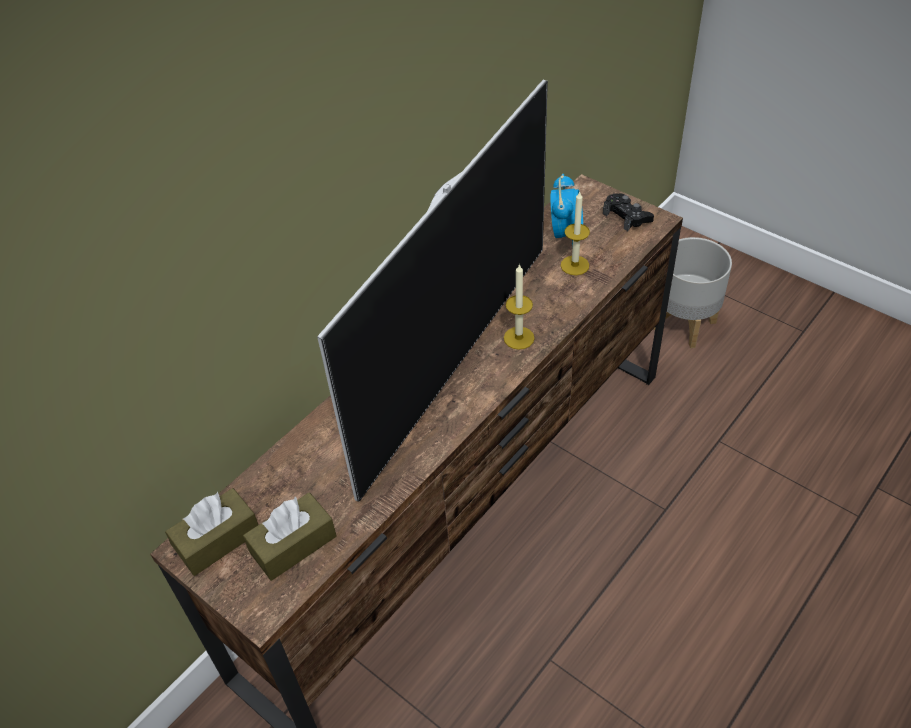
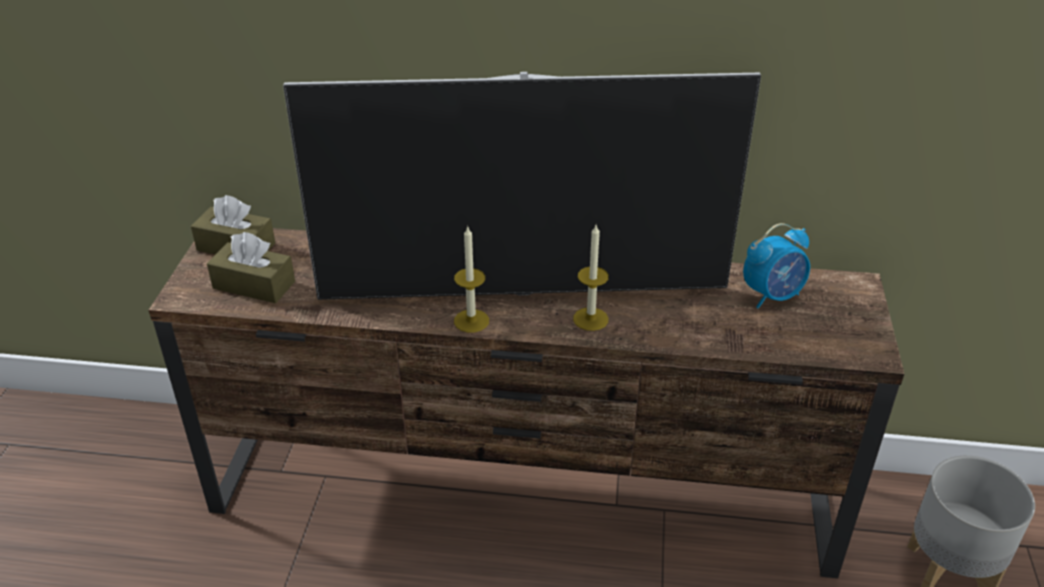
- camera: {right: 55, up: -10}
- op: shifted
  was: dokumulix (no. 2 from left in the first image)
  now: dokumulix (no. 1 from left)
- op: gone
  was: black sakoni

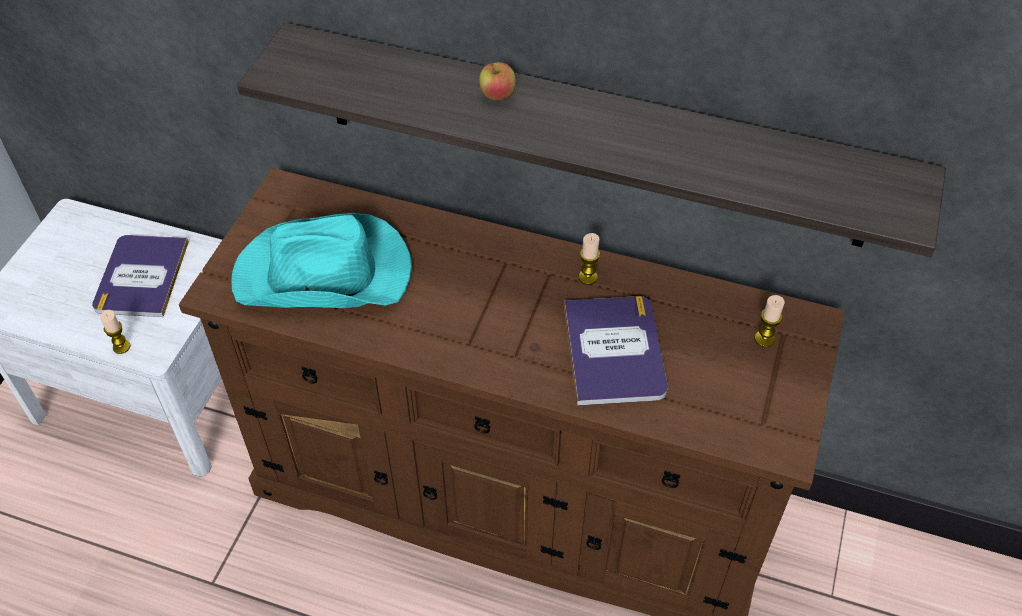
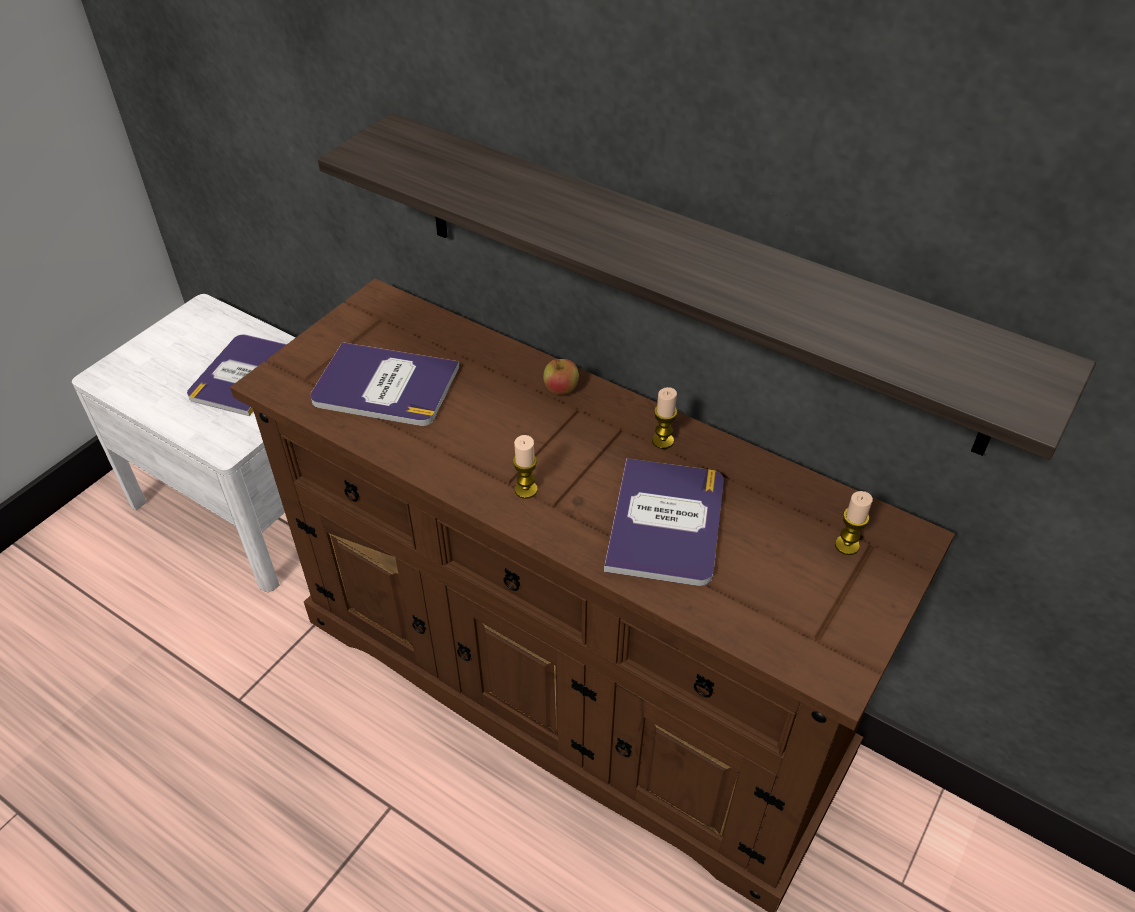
- camera: {right: 15, up: -5}
- op: shifted
  was: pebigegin
- op: swapped
  was: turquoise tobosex
  now: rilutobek (no. 2 from left)
- op: shifted
  was: dokumulix (no. 1 from left)

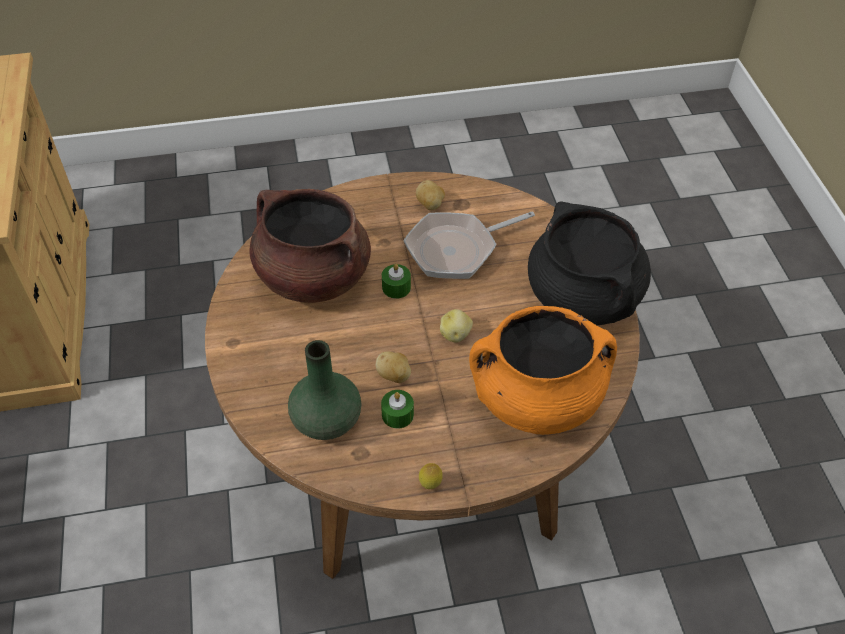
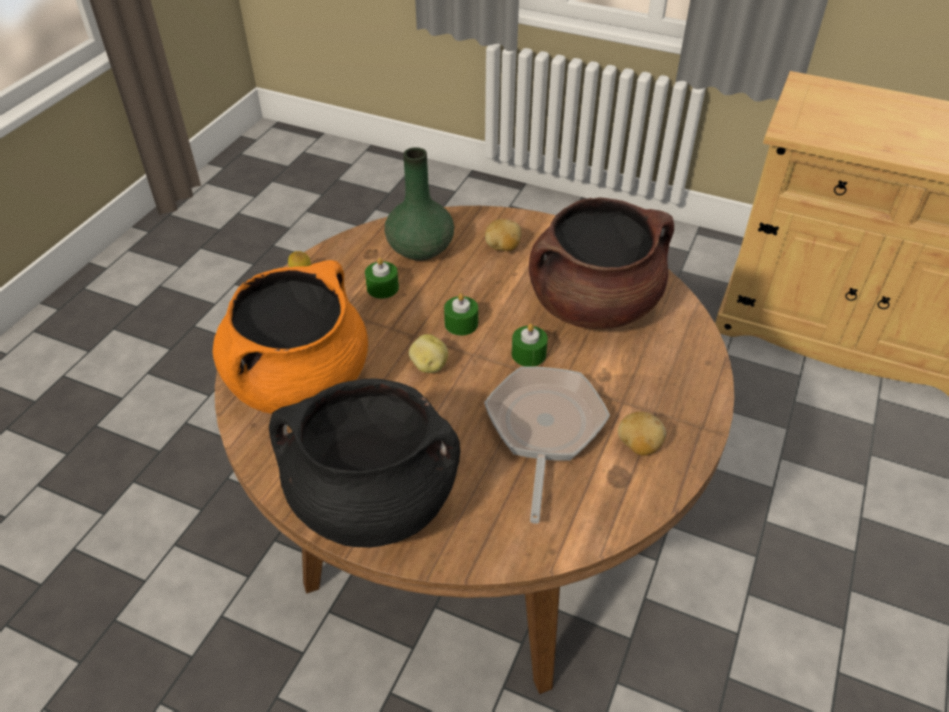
- camera: {right: 125, up: -5}
- op: shifted
  was: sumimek (no. 1 from left in the first image)
  now: sumimek (no. 2 from left)
- op: new
  now: green dokumulix (no. 2 from left)

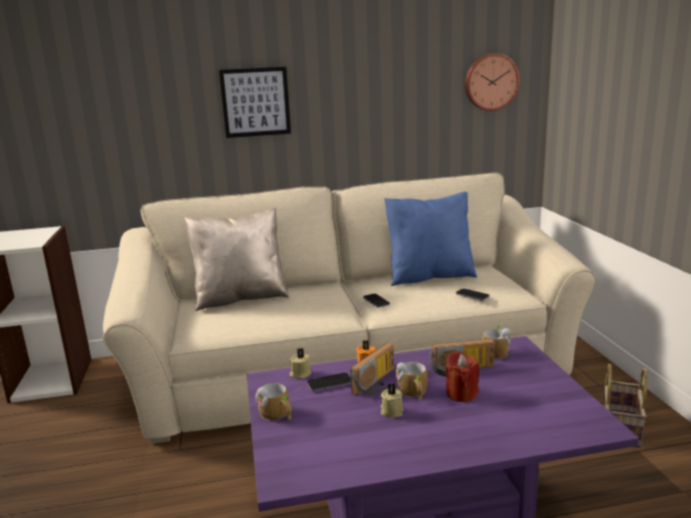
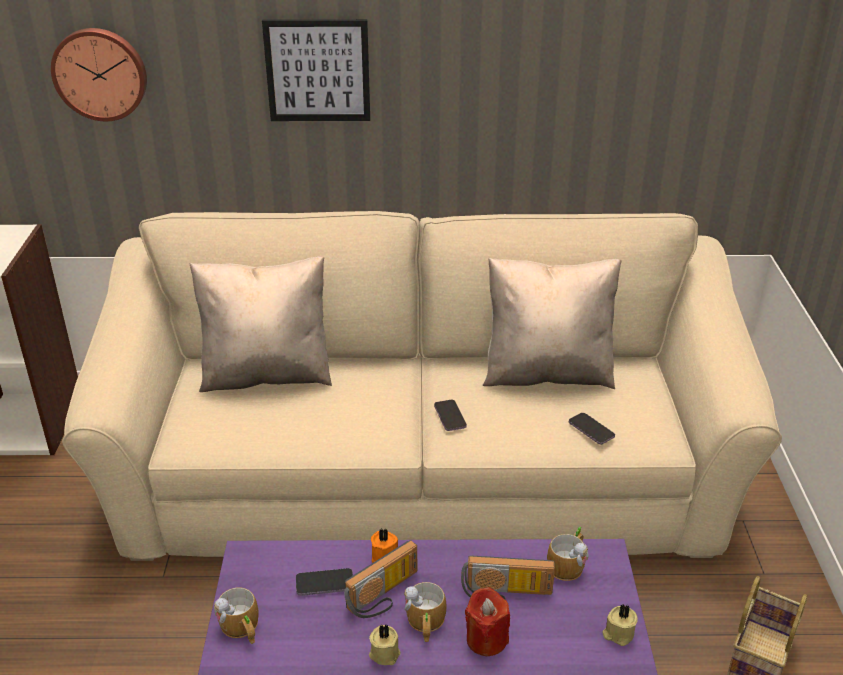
- camera: {right: 10, up: 15}
- op: shifted
  was: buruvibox
- op: repainted
  was: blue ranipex
  now: beige ranipex (no. 2 from left)
- op: shifted
  was: beige dokumulix (no. 1 from left in the first image)
  now: beige dokumulix (no. 2 from left)

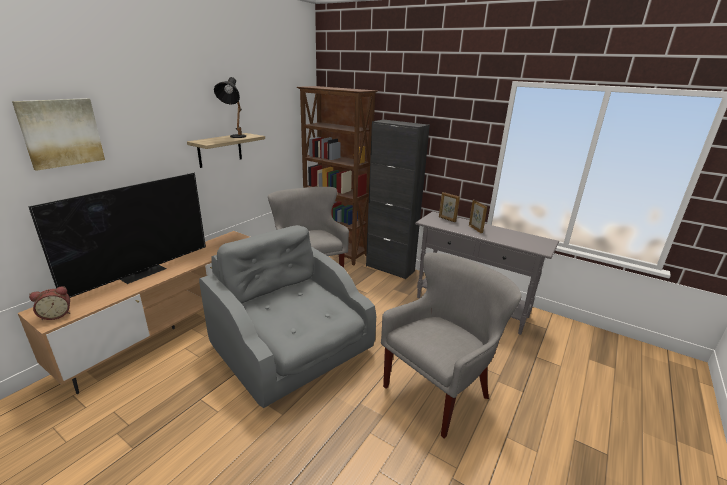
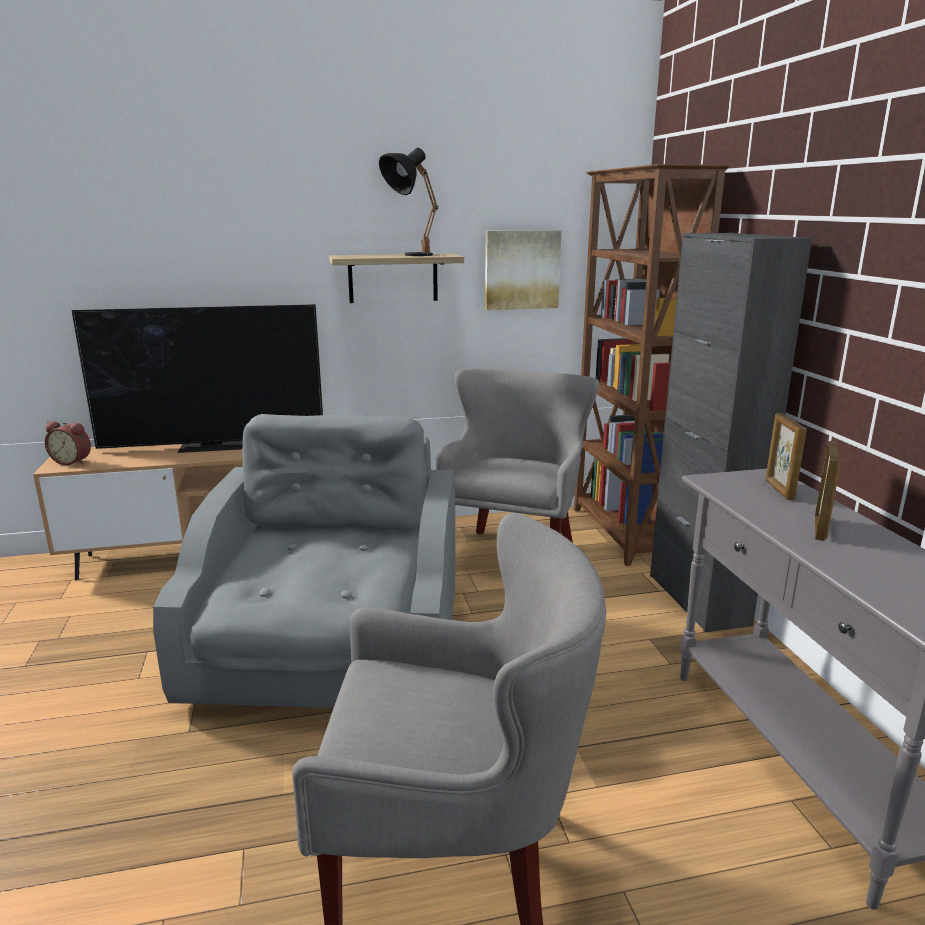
- camera: {right: 45, up: -5}
- op: shifted
  was: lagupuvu

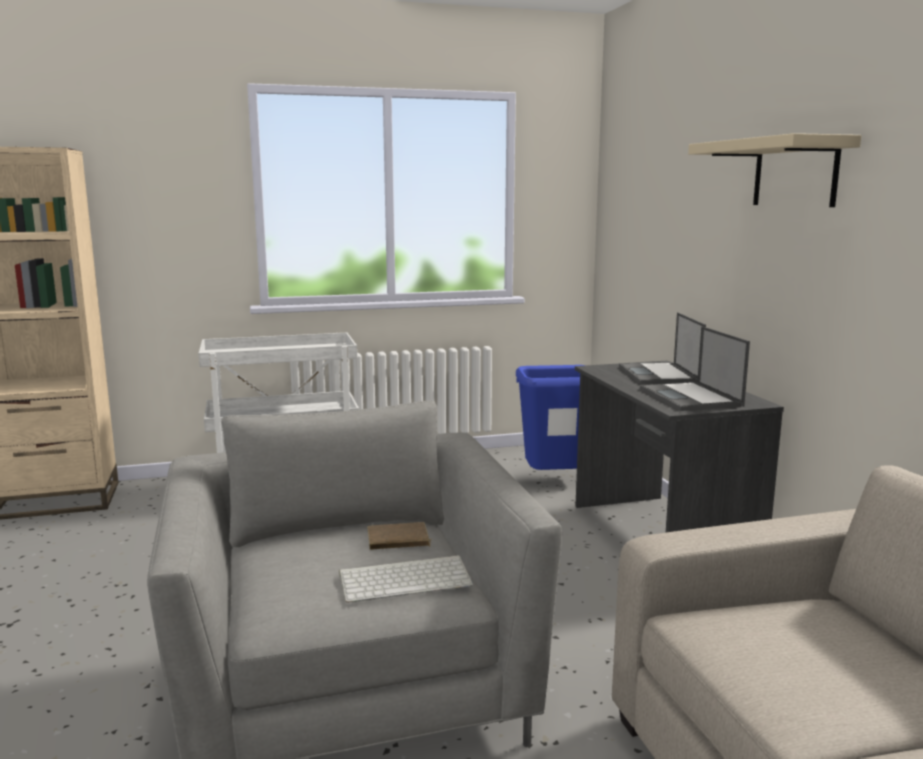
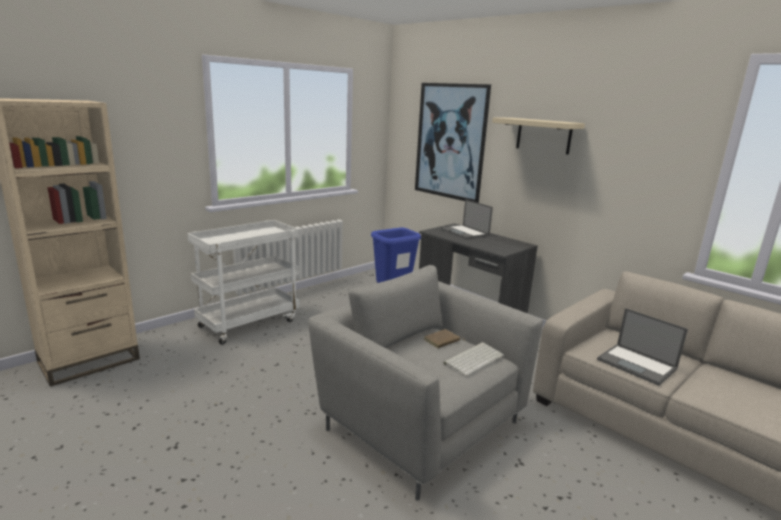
- camera: {right: -30, up: 5}
- op: shifted
  was: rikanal (no. 2 from left)
- op: new
  now: lagupuvu

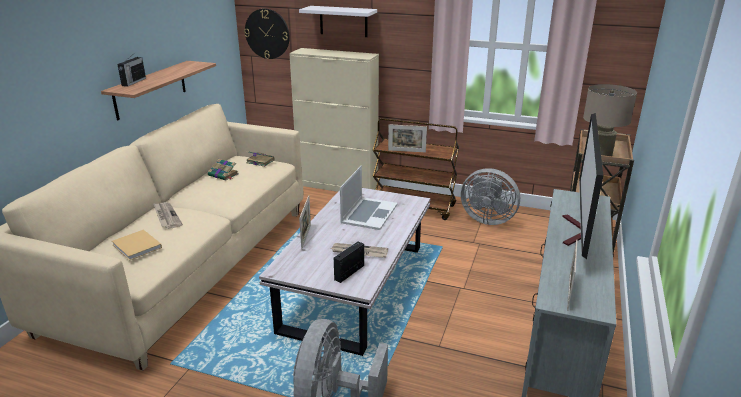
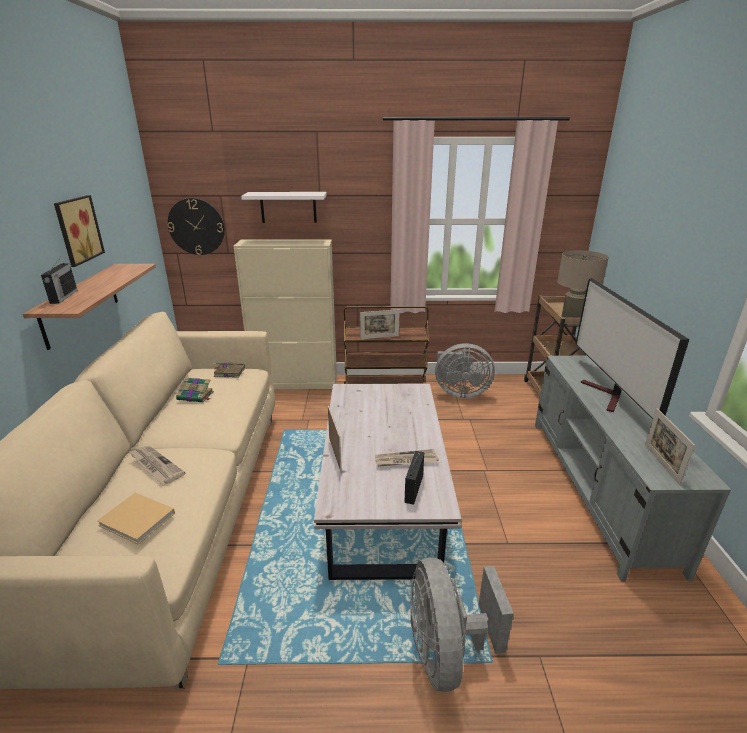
- camera: {right: -20, up: 0}
- op: gone
  was: rikanal
- op: new
  now: lagupuvu

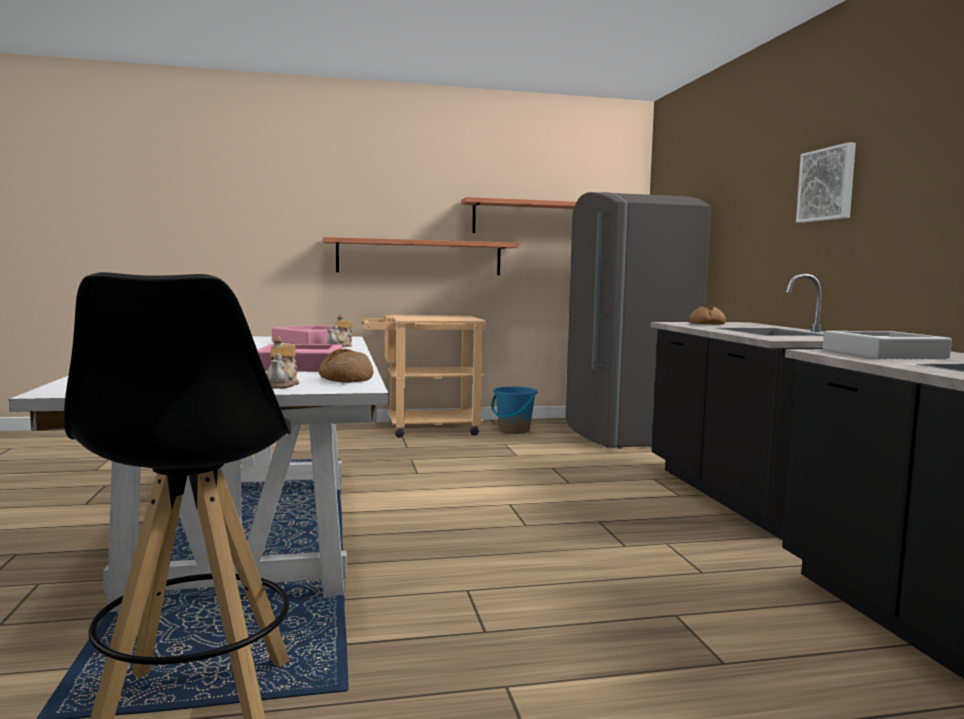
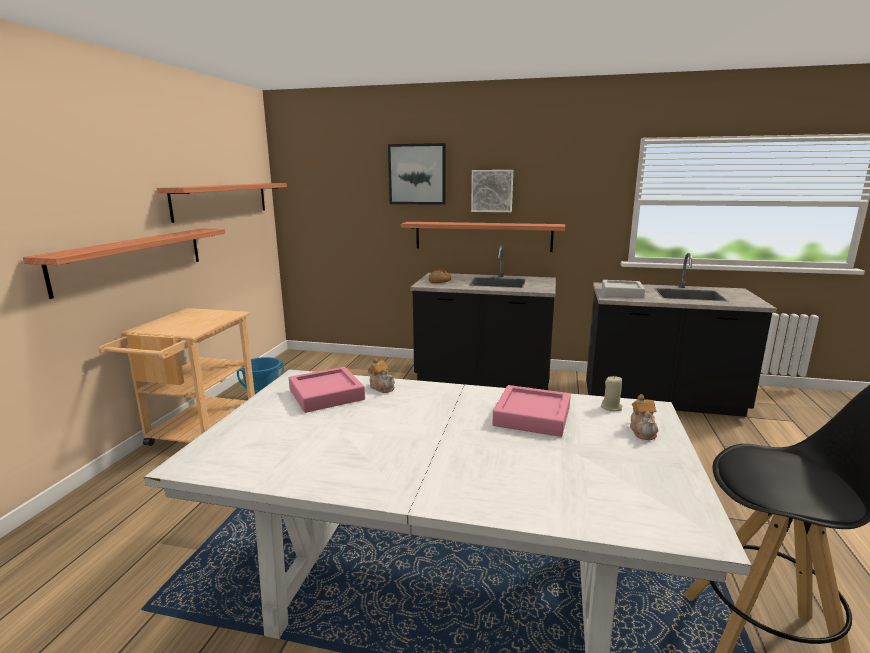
- camera: {right: -65, up: 10}
- op: gone
  was: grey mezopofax
- op: rotated
  was: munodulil (no. 1 from left in the first image)
  clockwise: 75
- op: swapped
  was: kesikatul (no. 1 from left)
  now: beige dokumulix
- op: new
  now: lagupuvu (no. 1 from left)
- op: new
  now: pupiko (no. 3 from left)

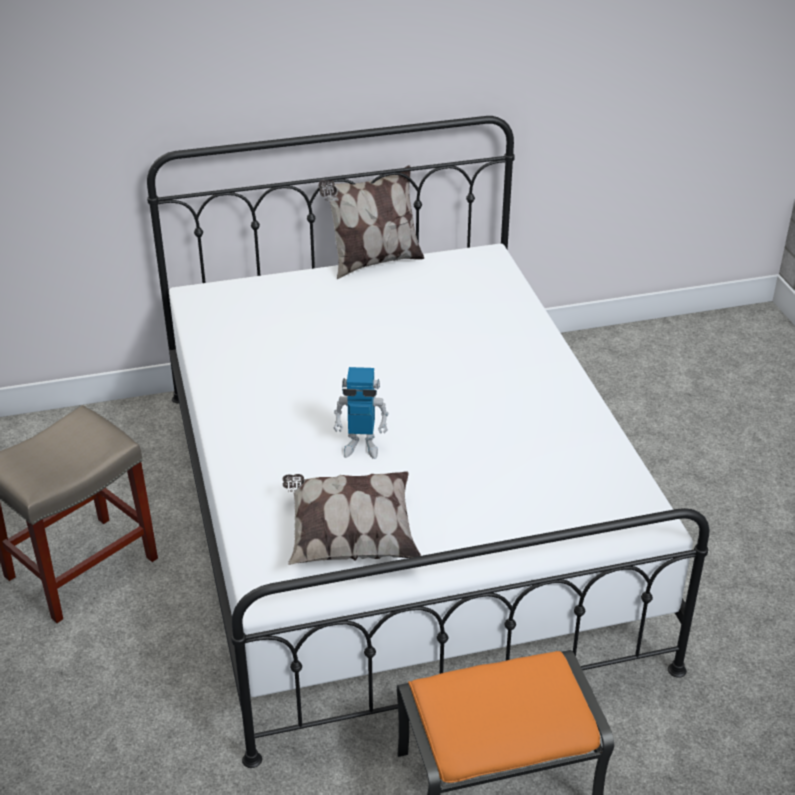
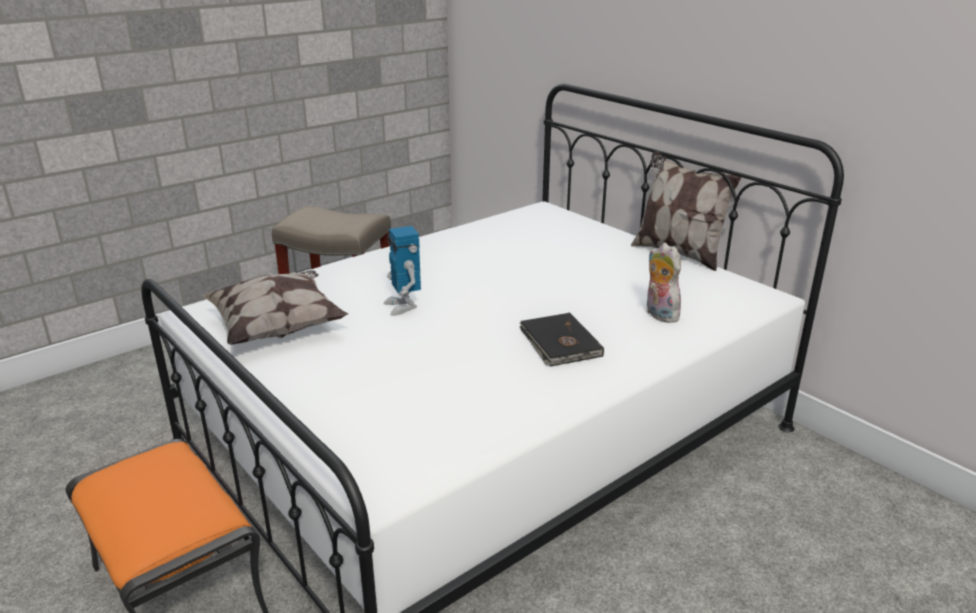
- camera: {right: 65, up: -10}
- op: new
  now: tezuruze
- op: new
  now: black rilutobek

